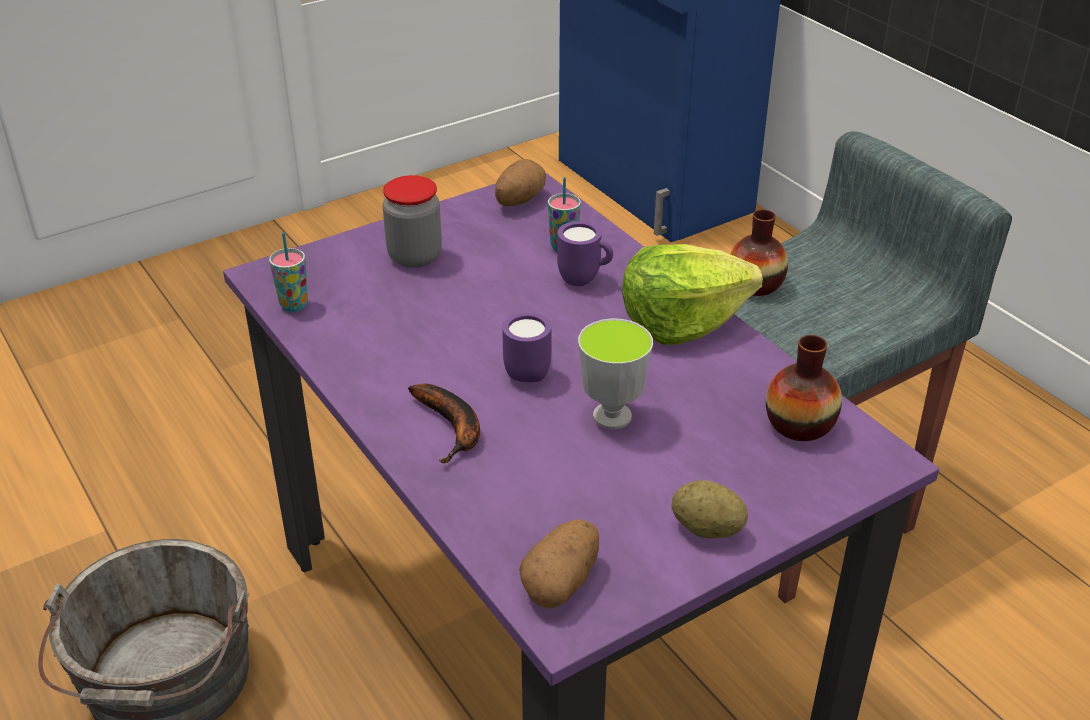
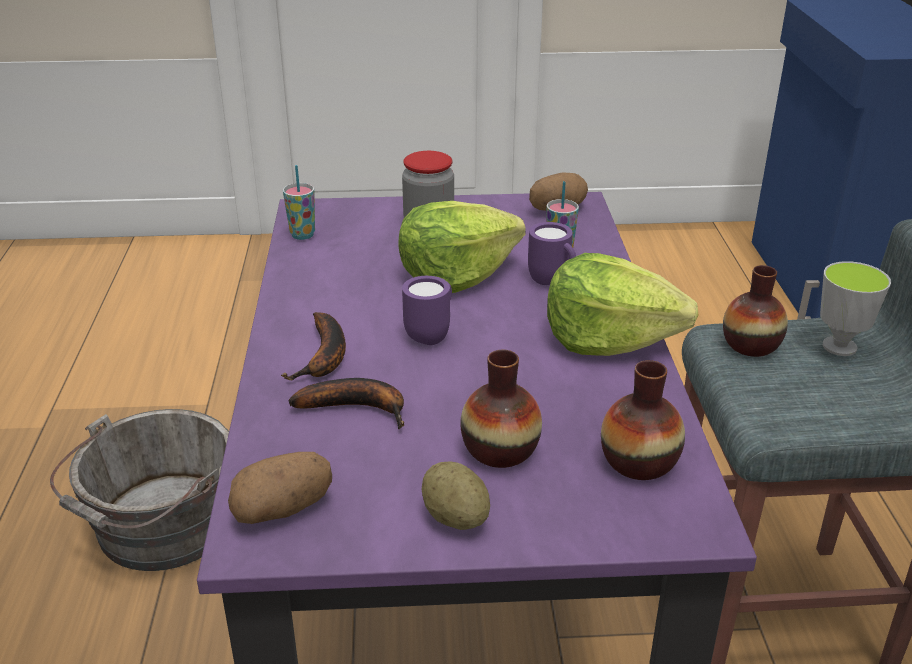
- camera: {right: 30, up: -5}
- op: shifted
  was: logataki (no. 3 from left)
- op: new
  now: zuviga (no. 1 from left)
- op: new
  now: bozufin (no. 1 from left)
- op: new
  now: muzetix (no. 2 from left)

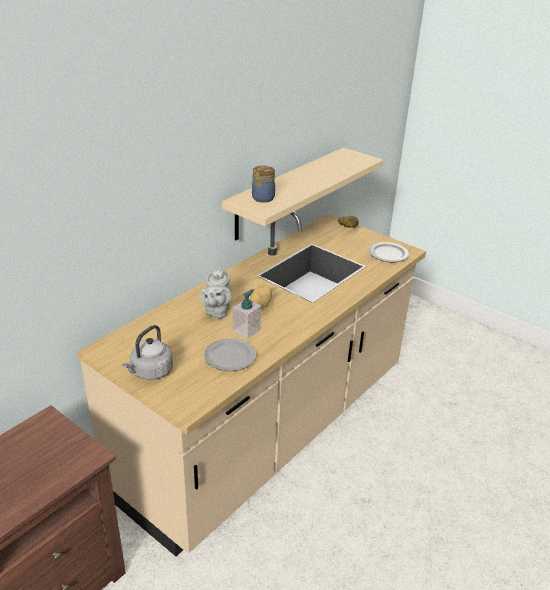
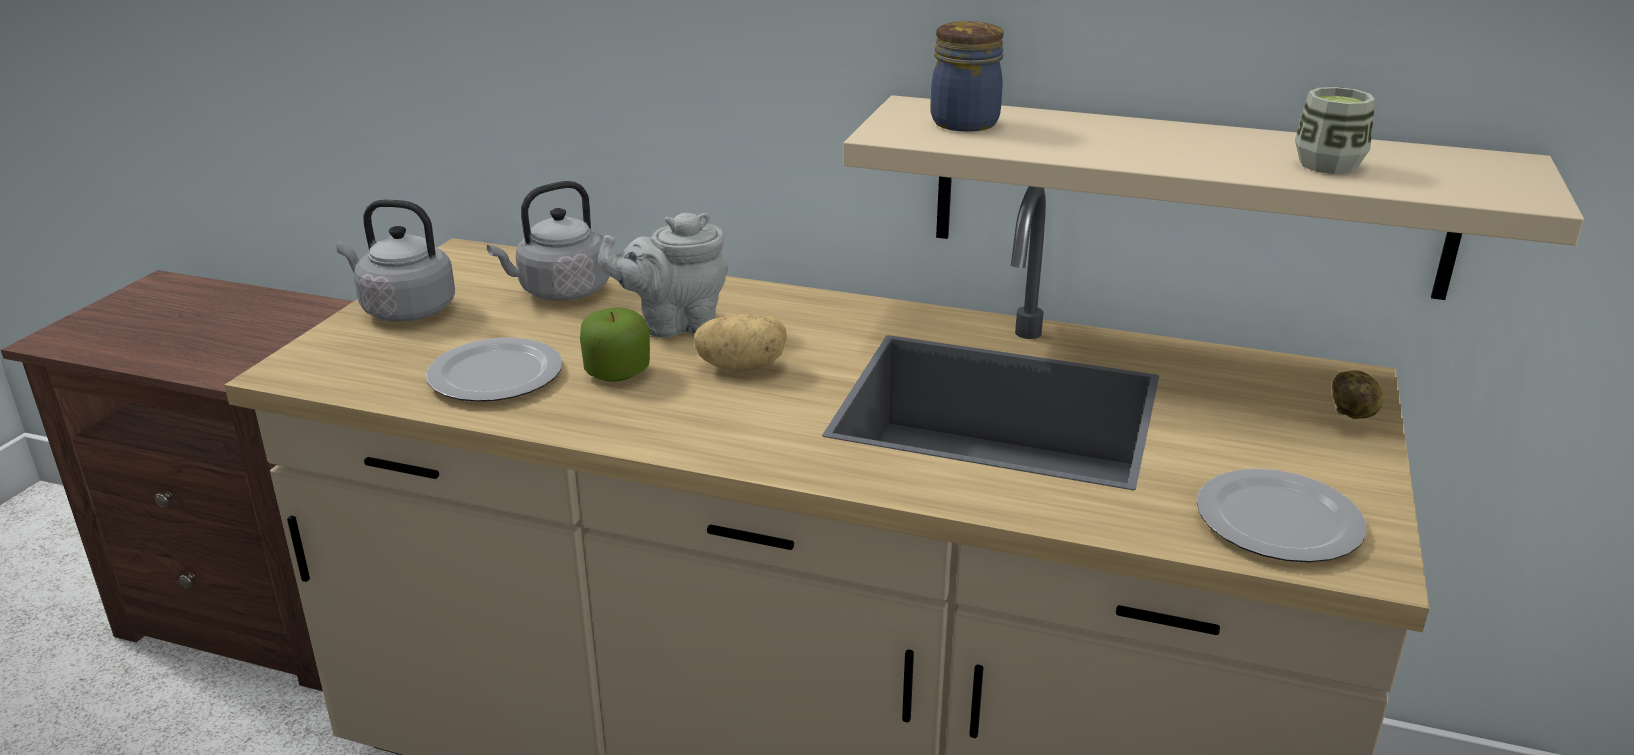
- camera: {right: 70, up: -5}
- op: swapped
  was: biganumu
  now: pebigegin
- op: new
  now: logataki
- op: new
  now: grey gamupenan (no. 2 from left)

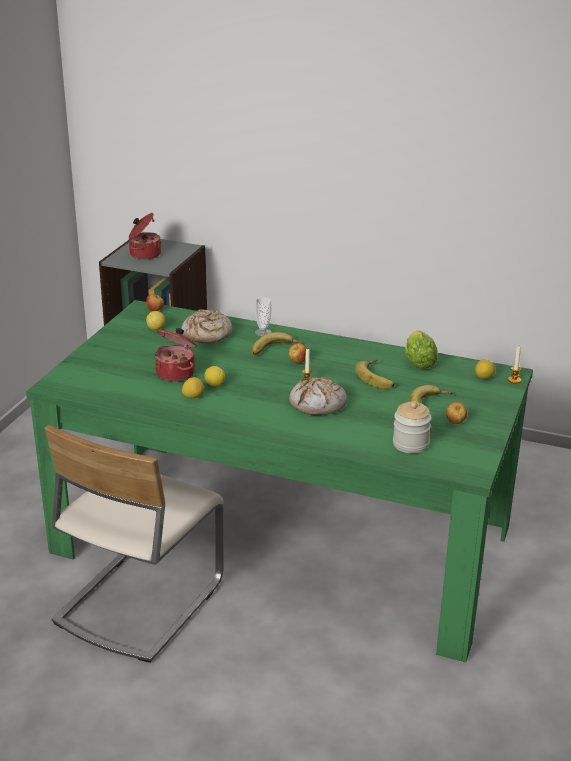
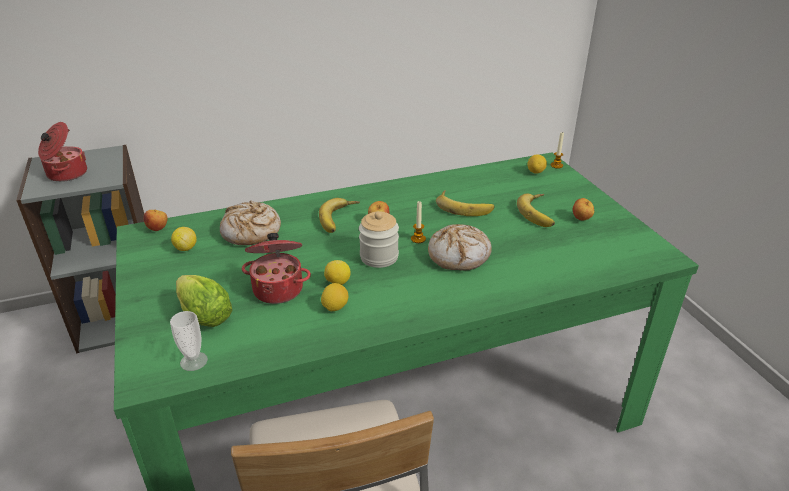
- camera: {right: -40, up: 5}
- op: shifted
  was: logataki
- op: shifted
  was: zuviga
- op: shifted
  was: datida

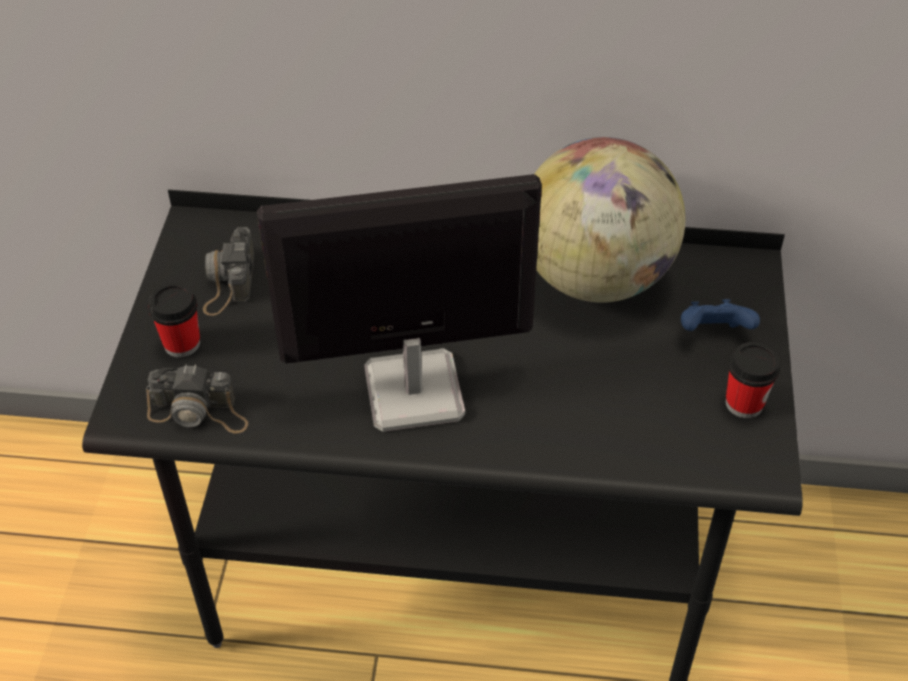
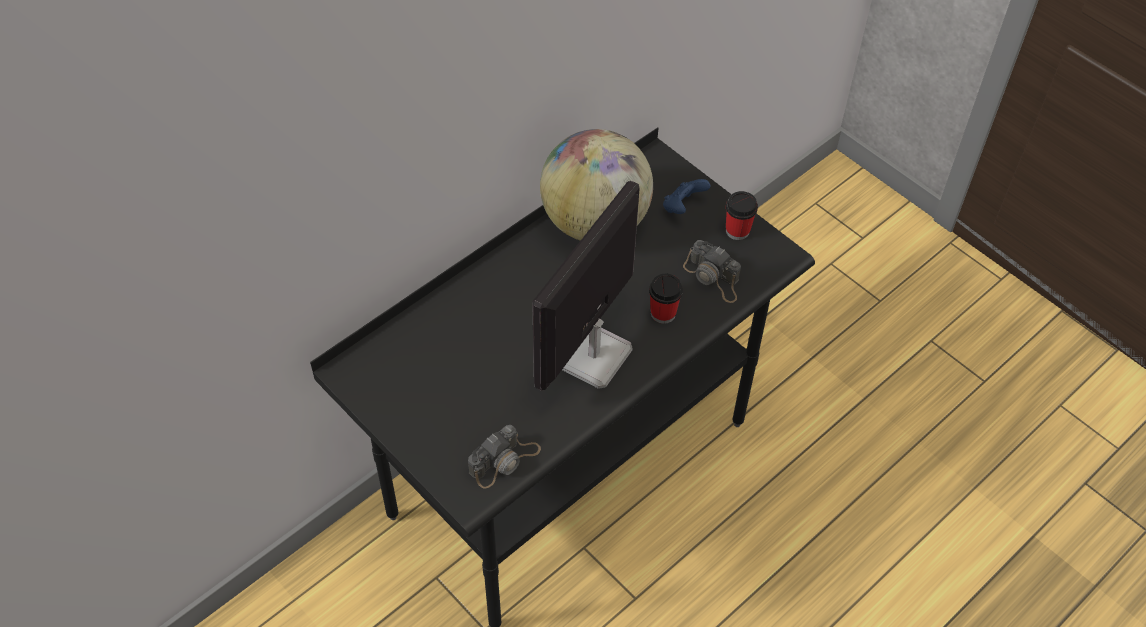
- camera: {right: -50, up: 5}
- op: shifted
  was: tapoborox (no. 2 from left)
- op: shifted
  was: logataki (no. 1 from left)

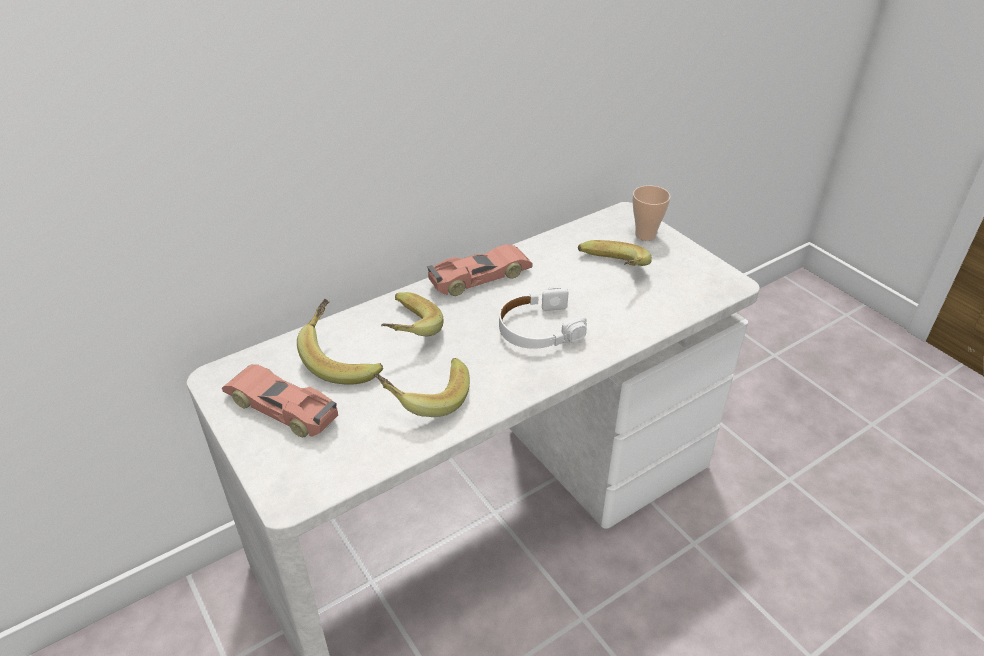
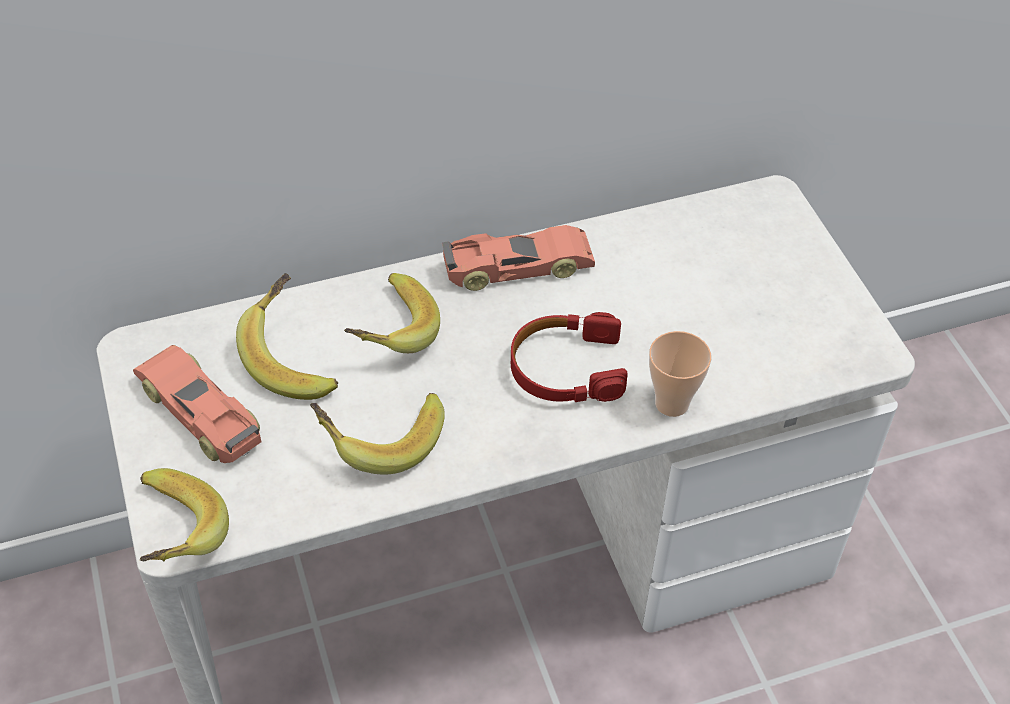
- camera: {right: 15, up: 10}
- op: shifted
  was: logataki
- op: shifted
  was: muzetix (no. 4 from left in the first image)
  now: muzetix (no. 1 from left)
- op: repainted
  was: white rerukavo
  now: red rerukavo

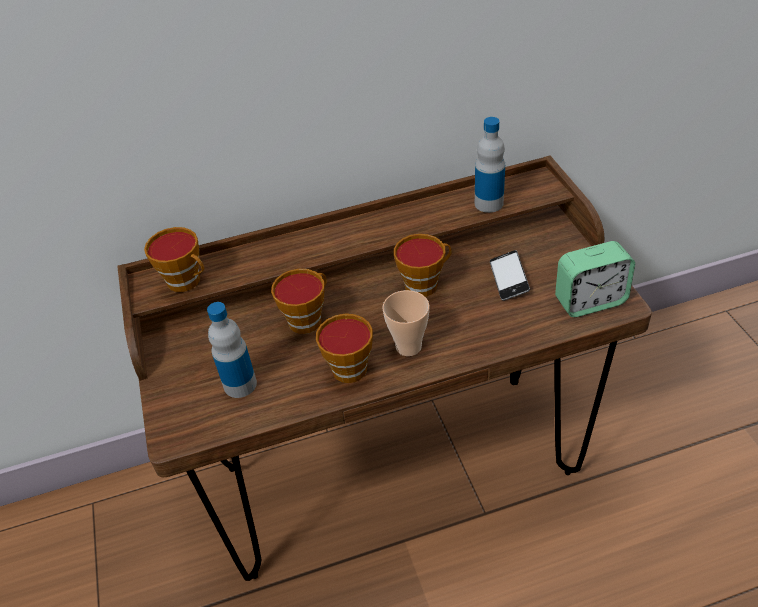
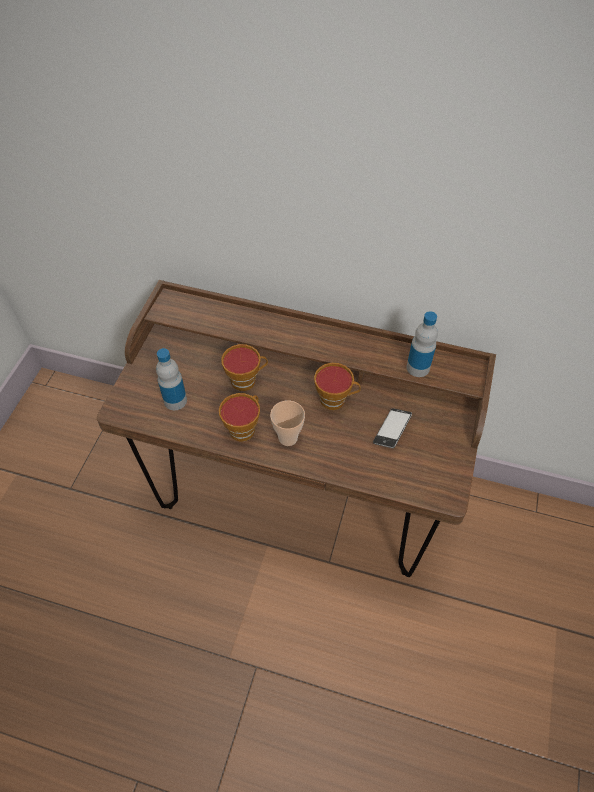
- camera: {right: 30, up: 10}
- op: gone
  was: logataki (no. 1 from left)
- op: gone
  was: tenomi

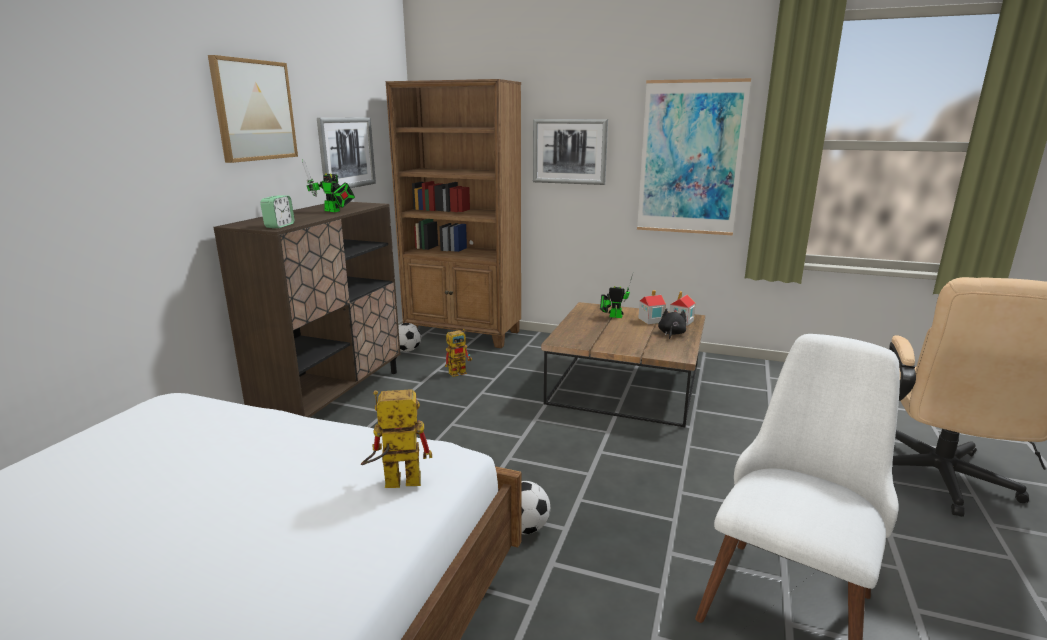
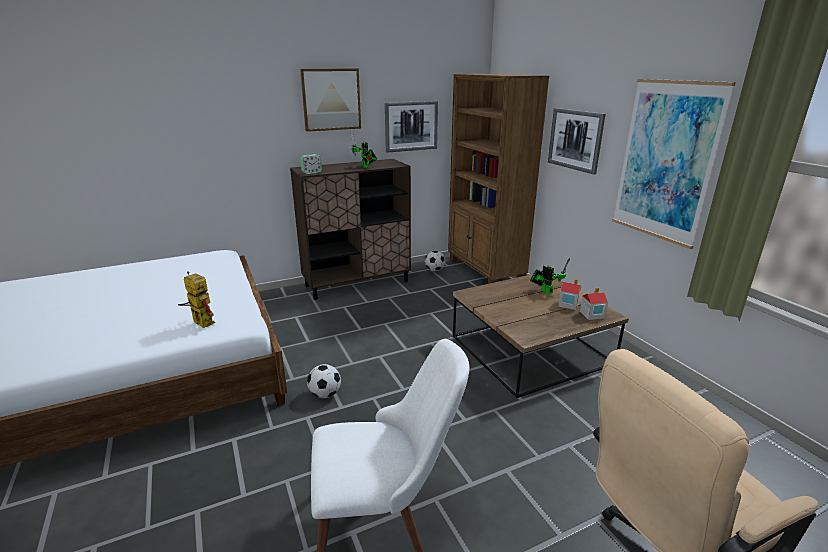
- camera: {right: 45, up: 5}
- op: gone
  was: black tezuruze
- op: gone
  was: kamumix (no. 3 from left)

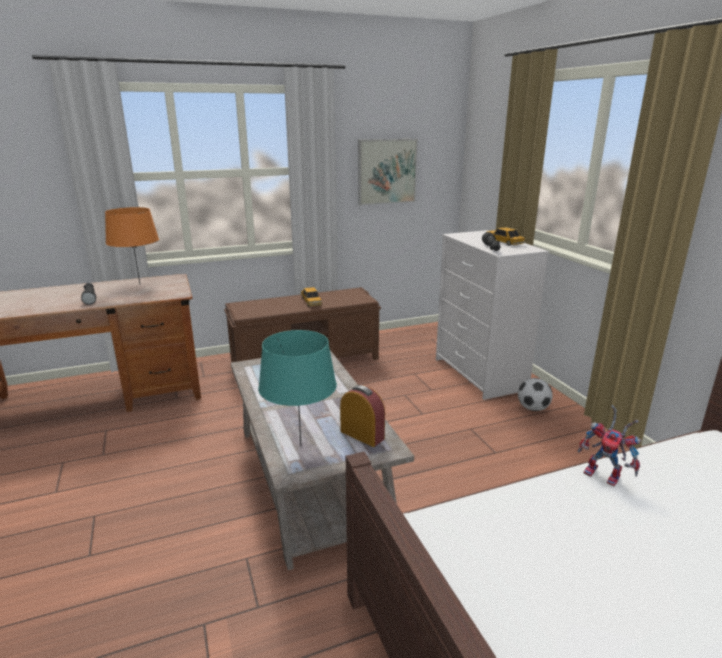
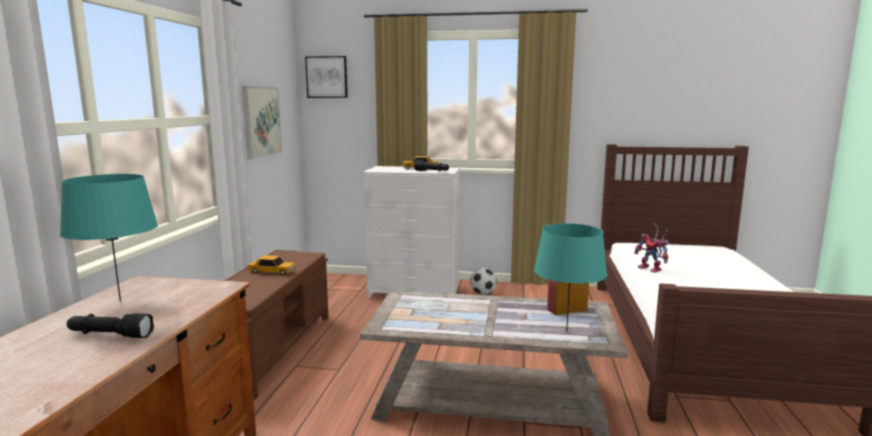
- camera: {right: -60, up: -10}
- op: repainted
  was: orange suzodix
  now: turquoise suzodix (no. 1 from left)
- op: rotated
  was: kamumix
  clockwise: 75
- op: new
  now: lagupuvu (no. 2 from left)

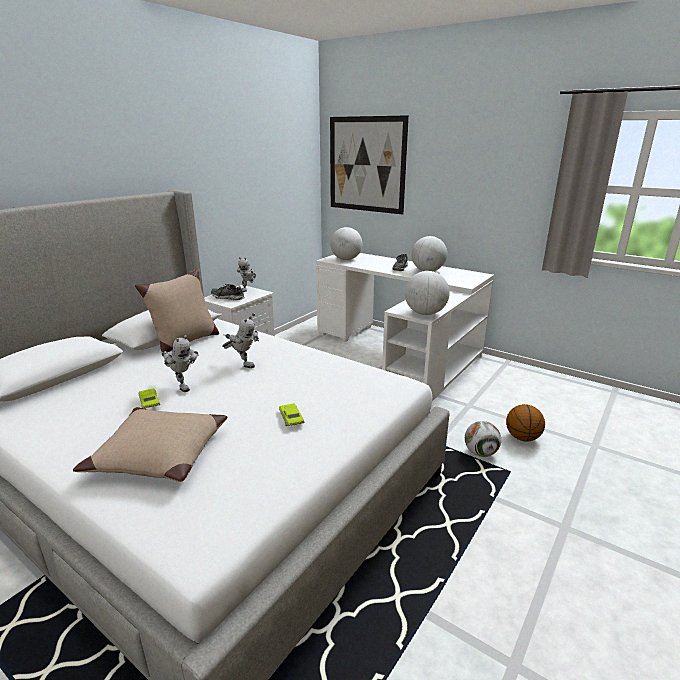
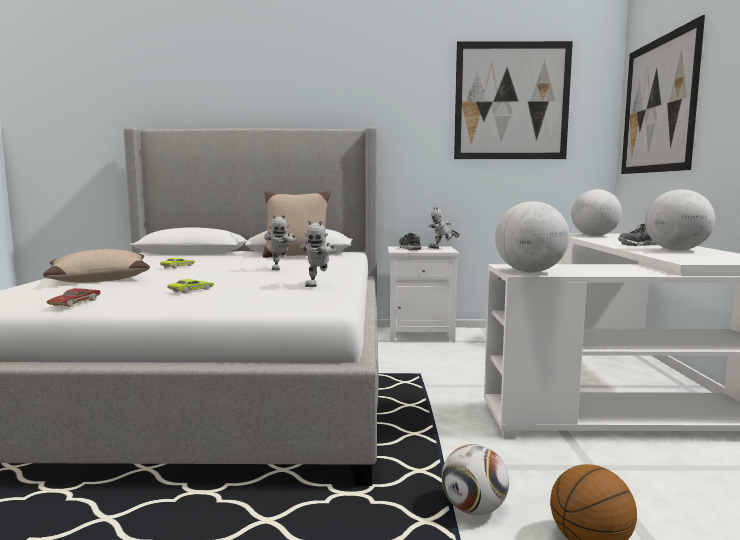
- camera: {right: 55, up: -15}
- op: shifted
  was: kamumix (no. 1 from left in the first image)
  now: kamumix (no. 2 from left)
- op: new
  now: lagupuvu (no. 1 from left)
- op: new
  now: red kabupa

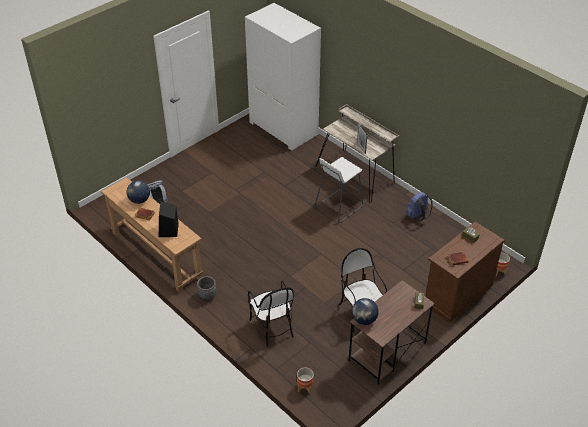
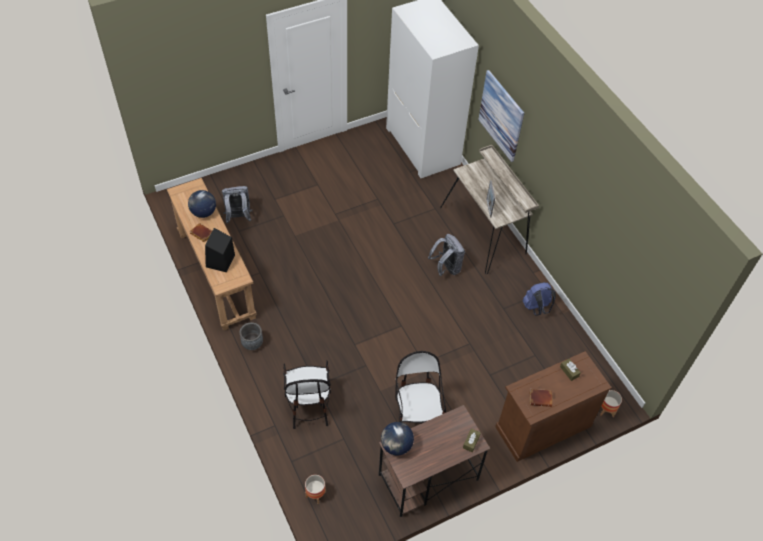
- camera: {right: 15, up: 10}
- op: swapped
  was: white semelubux
  now: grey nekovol (no. 2 from left)
- op: new
  now: lagupuvu

